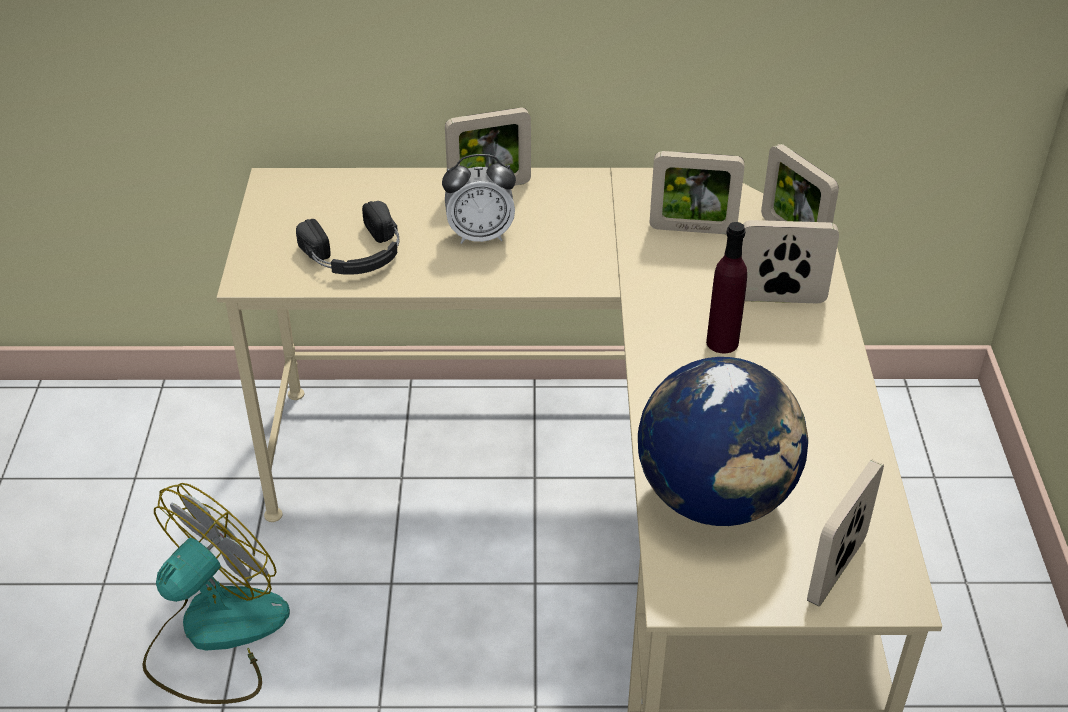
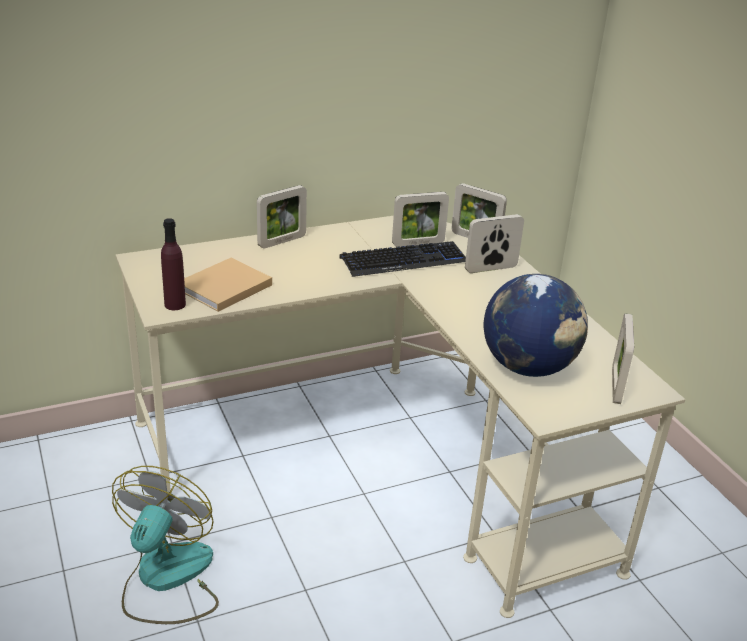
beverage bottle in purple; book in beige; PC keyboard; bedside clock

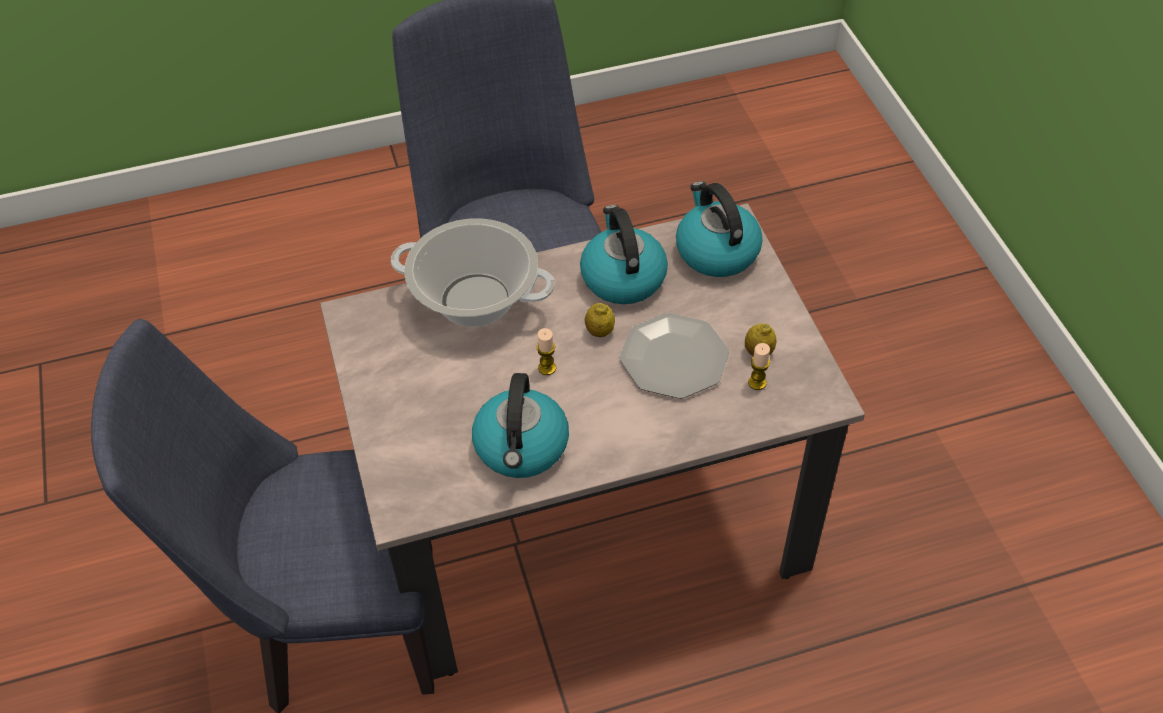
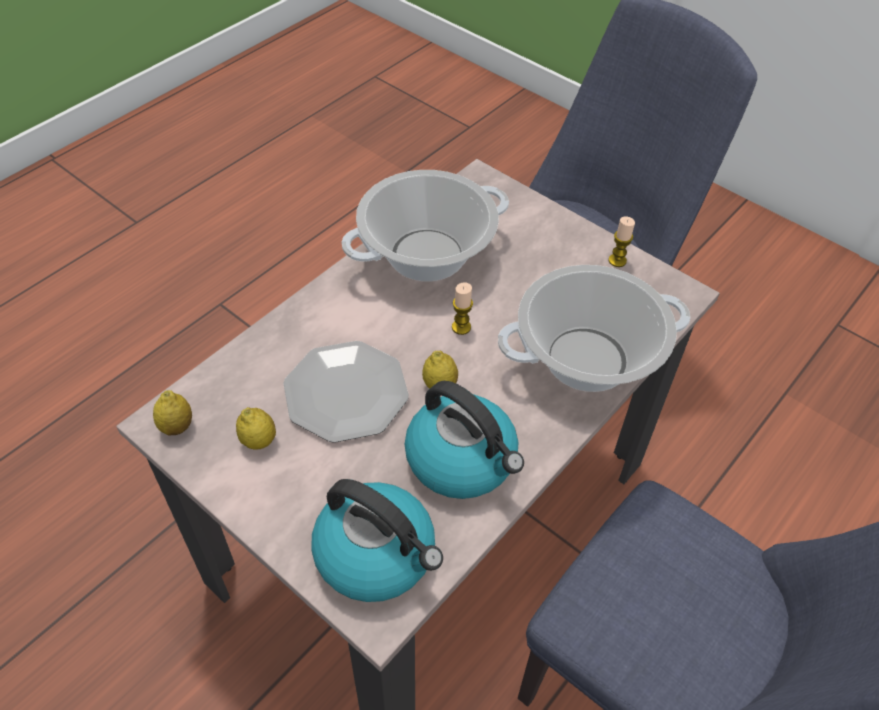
lemon (no. 1 from left); stockpot (no. 1 from left); wax light (no. 2 from left)

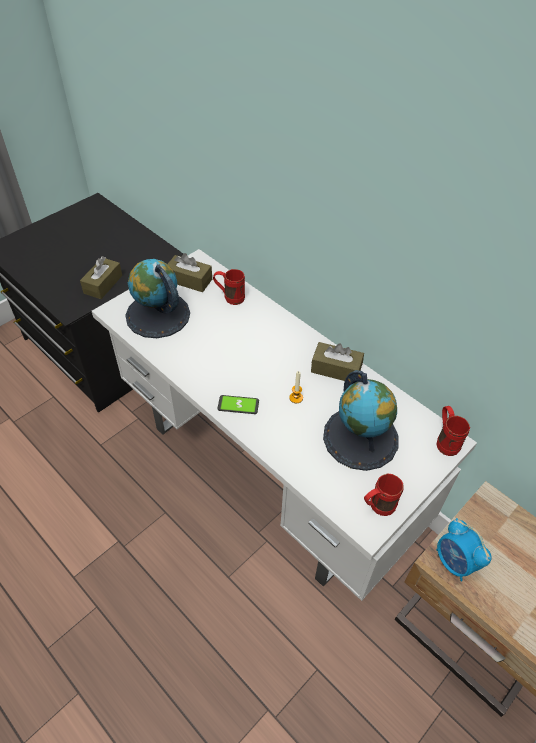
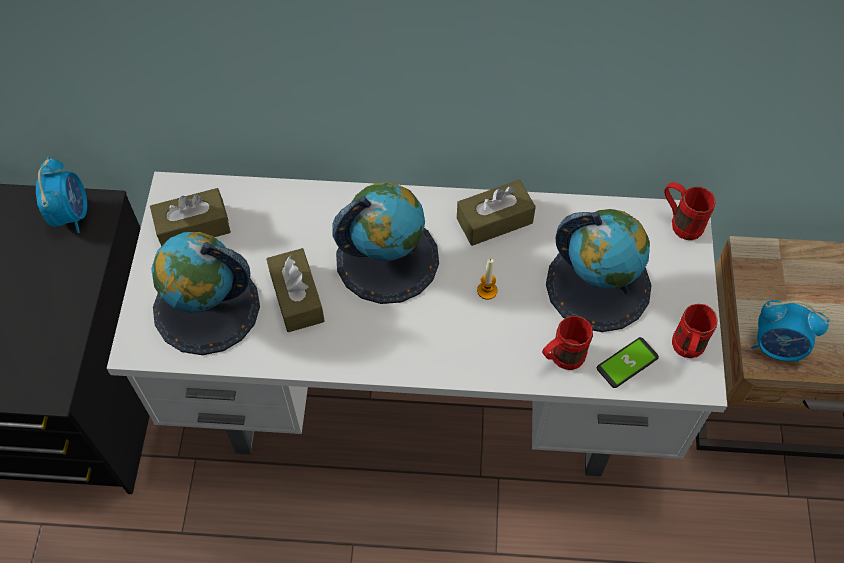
bedside clock (no. 1 from left); tissue holder in brownish (no. 2 from left); globe (no. 2 from left); mug in red (no. 1 from left); handset

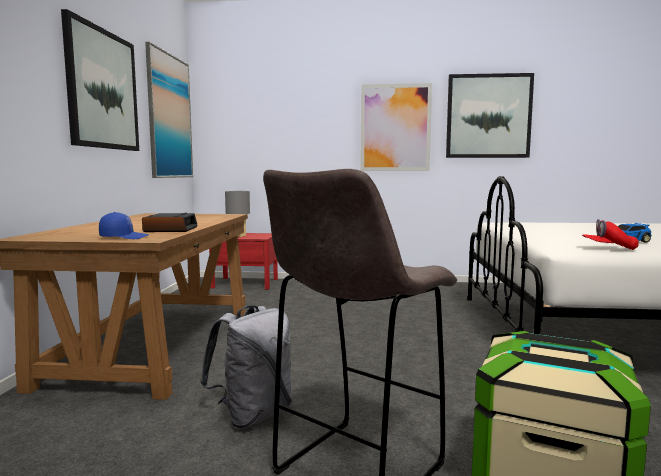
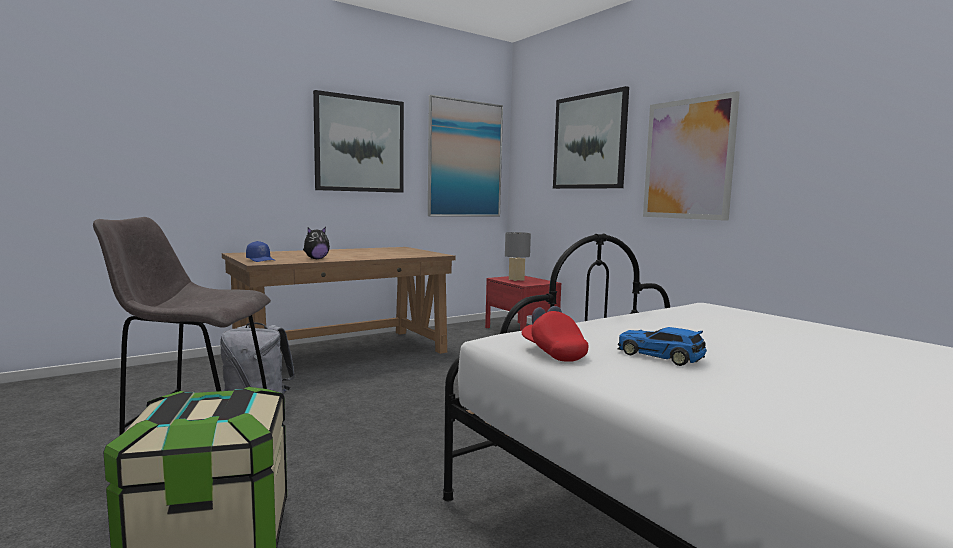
soft toy; picture (no. 3 from left)

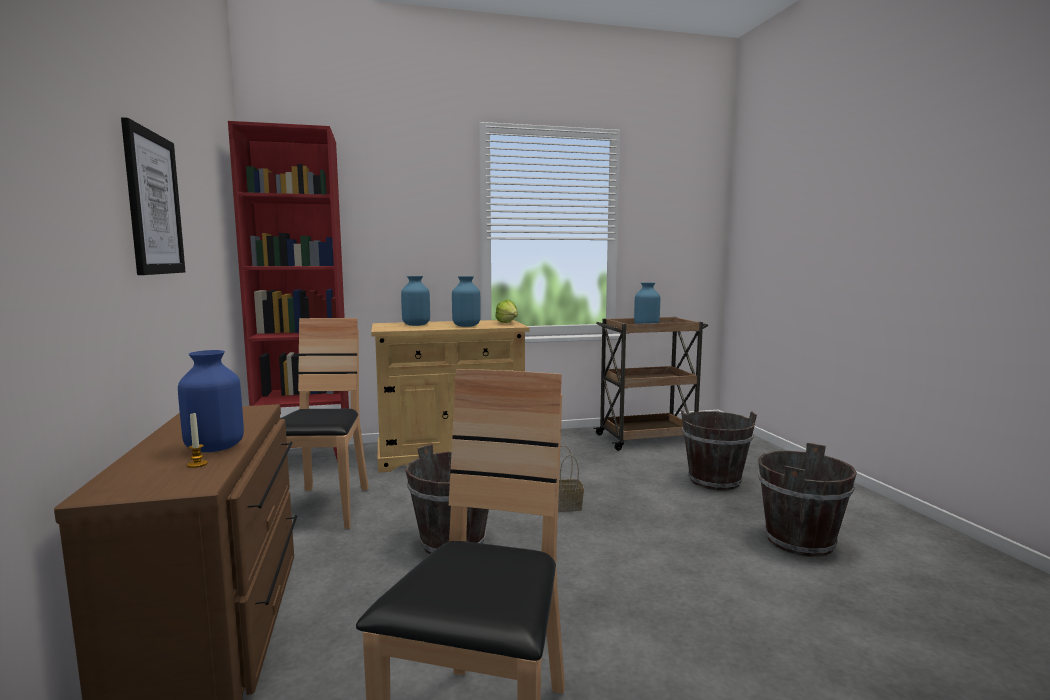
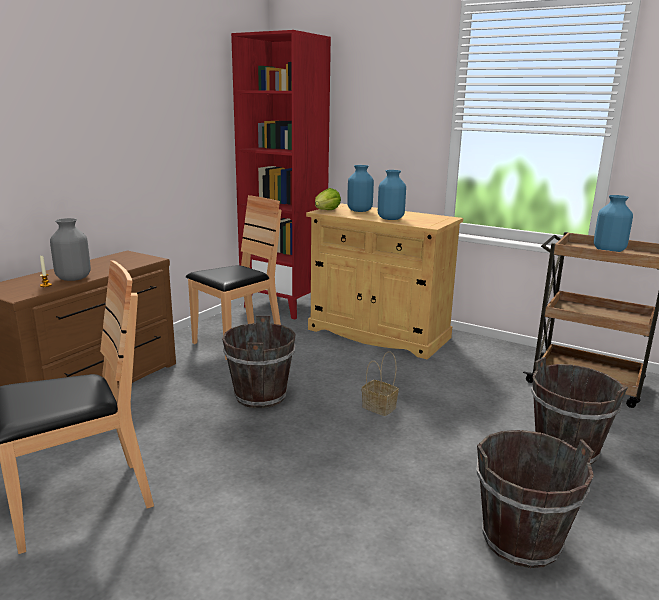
vase in gray; lettuce head; picture

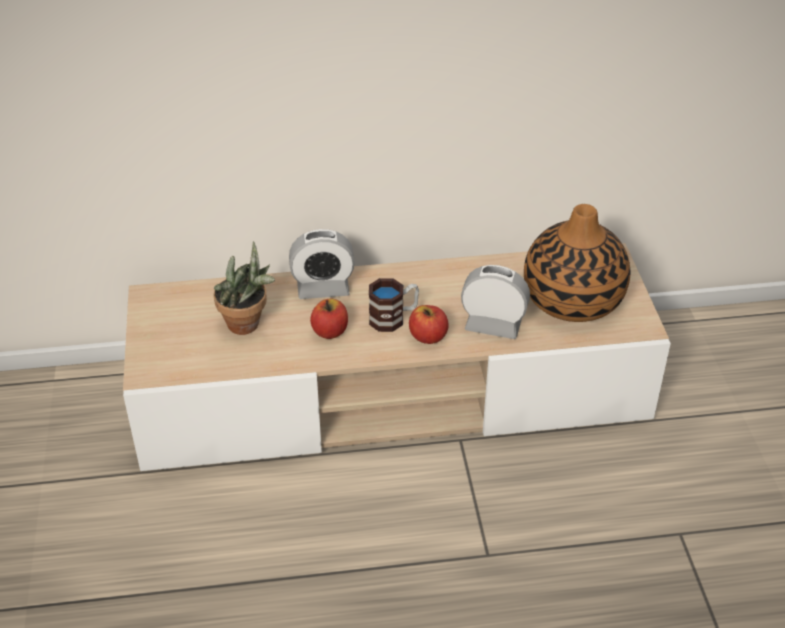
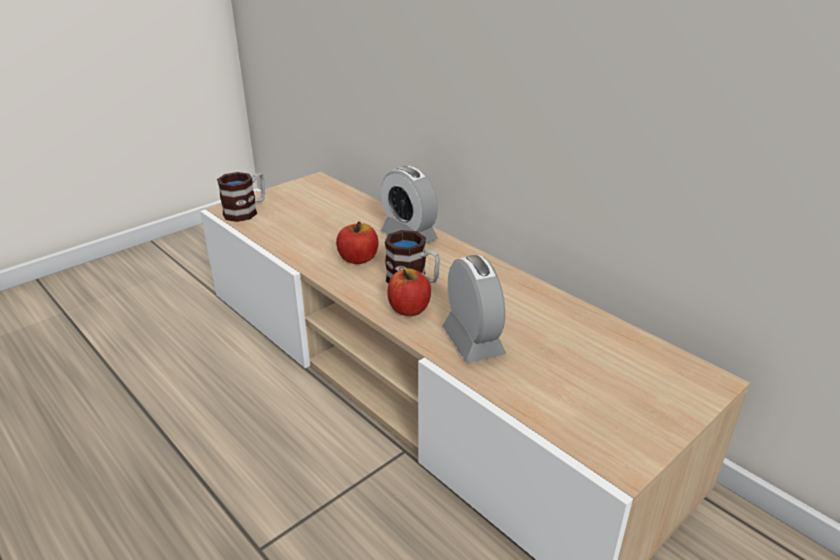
mug (no. 1 from left); houseplant; vase

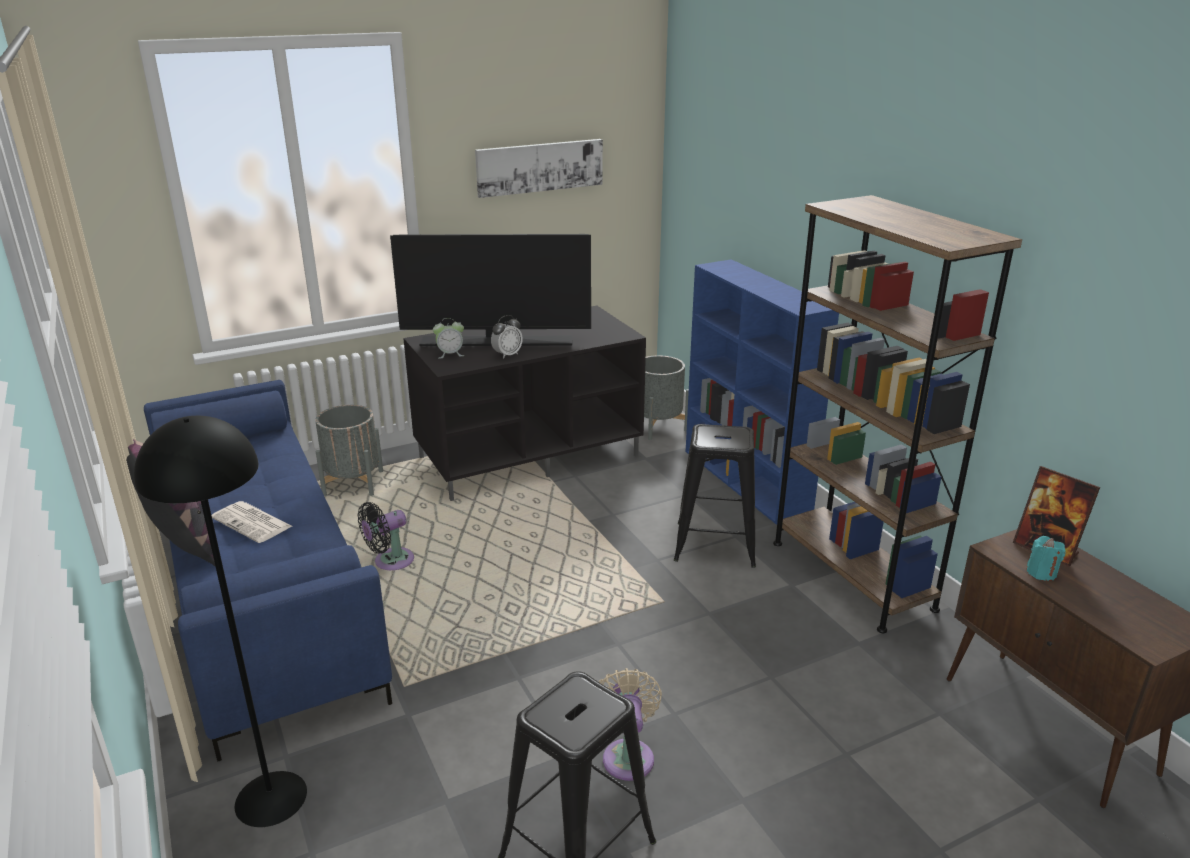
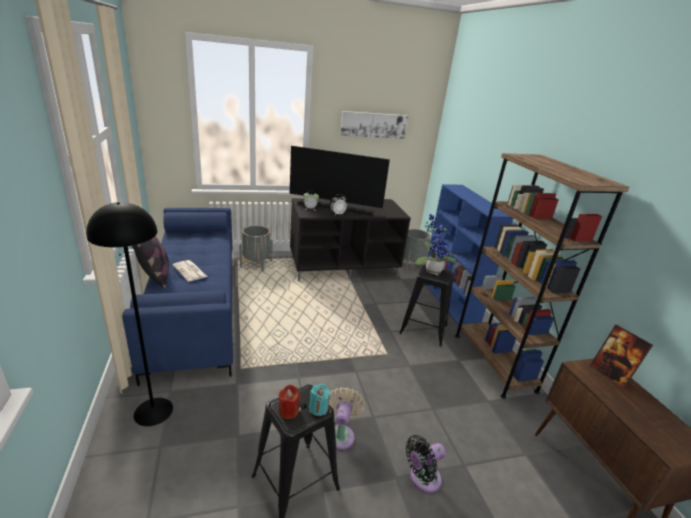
wax light in red; wax light in turquoise; fan in black; houseplant

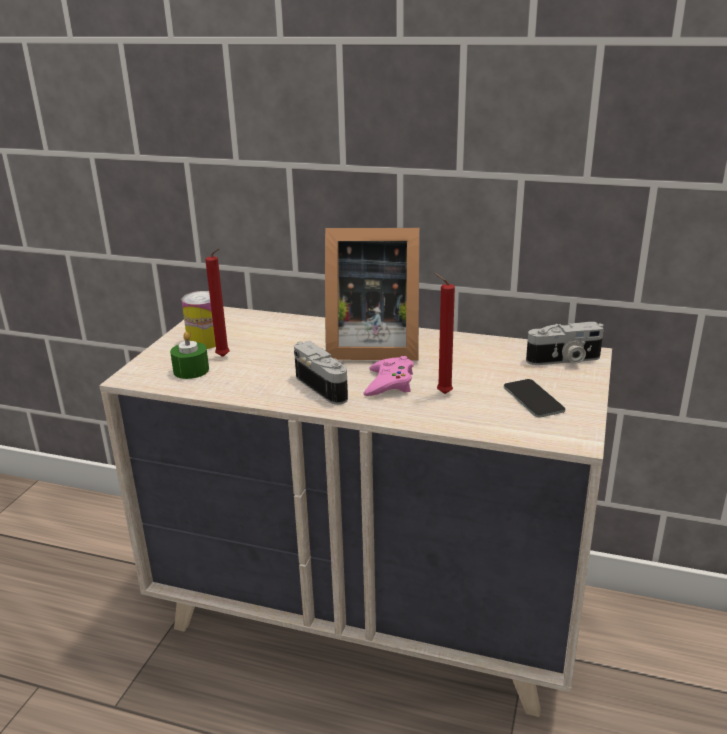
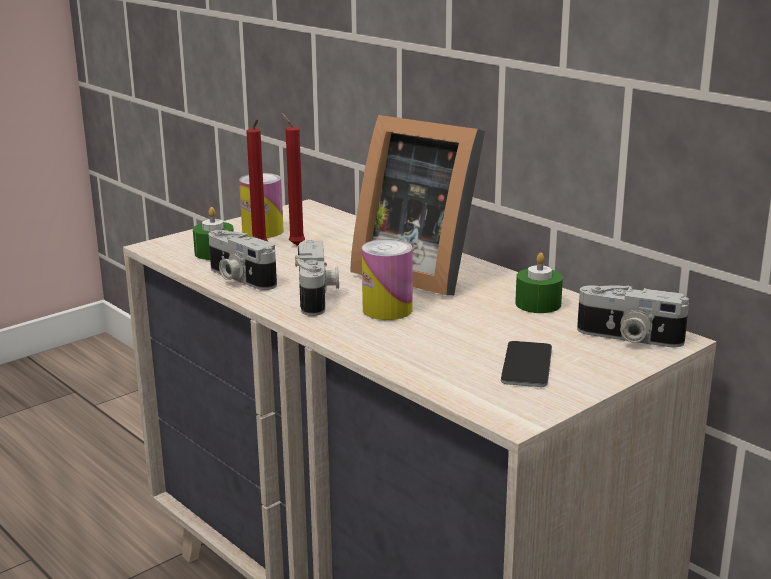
photo camera (no. 1 from left); wax light in red (no. 2 from left); metal can (no. 2 from left); wax light in green-coloured (no. 2 from left)

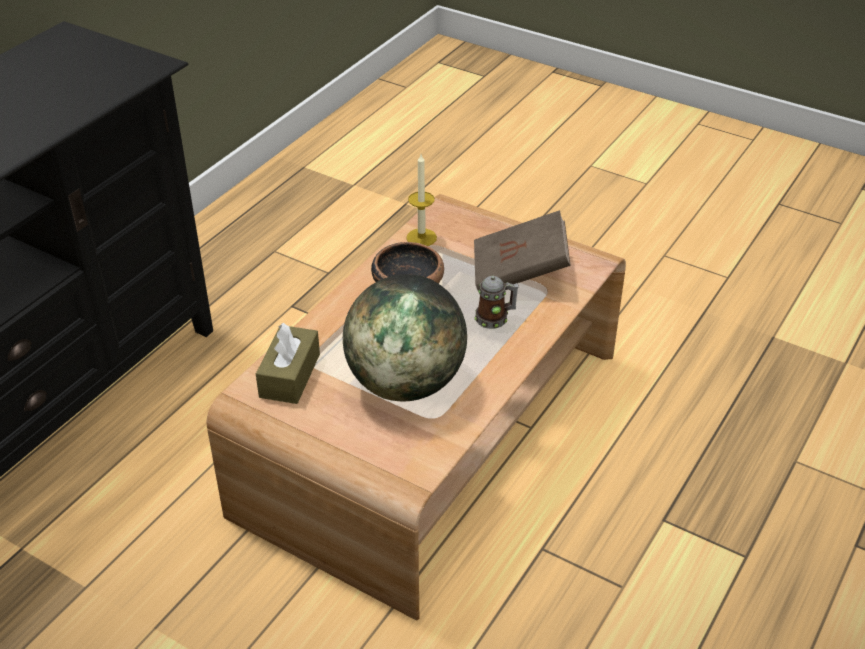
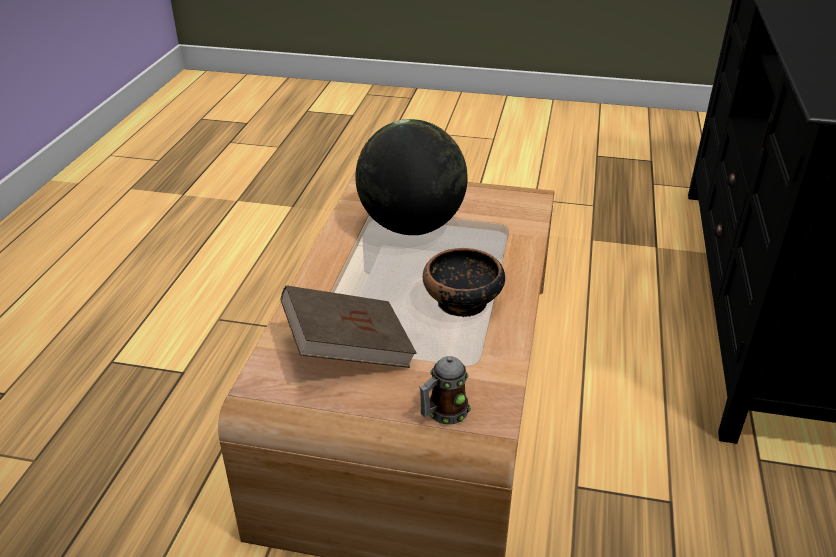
mug; tissue holder in brownish; wax light

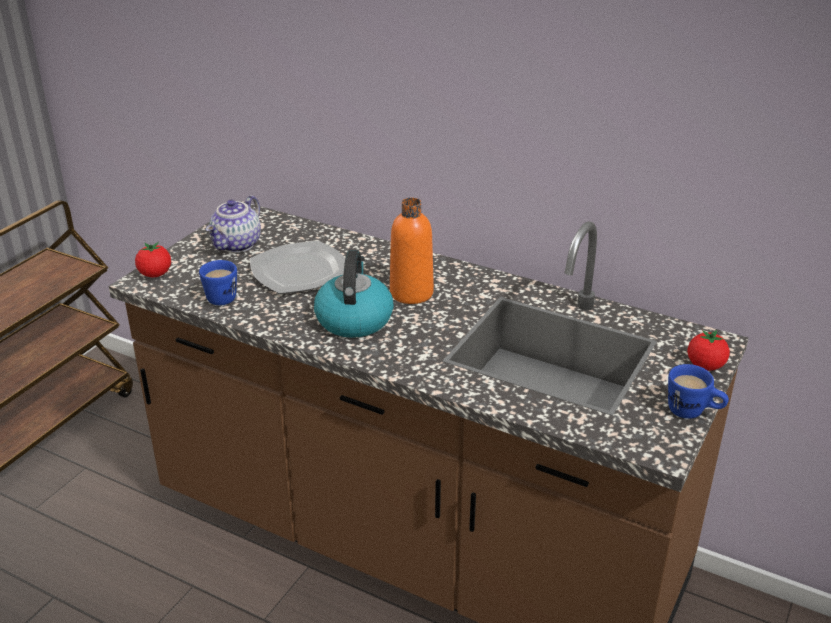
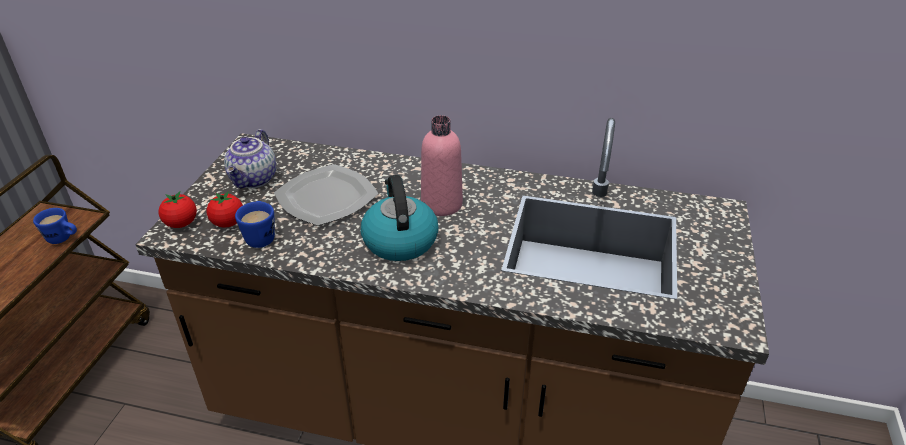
mug in blue-coloured (no. 1 from left); tomato (no. 2 from left); beverage bottle in pinkish

